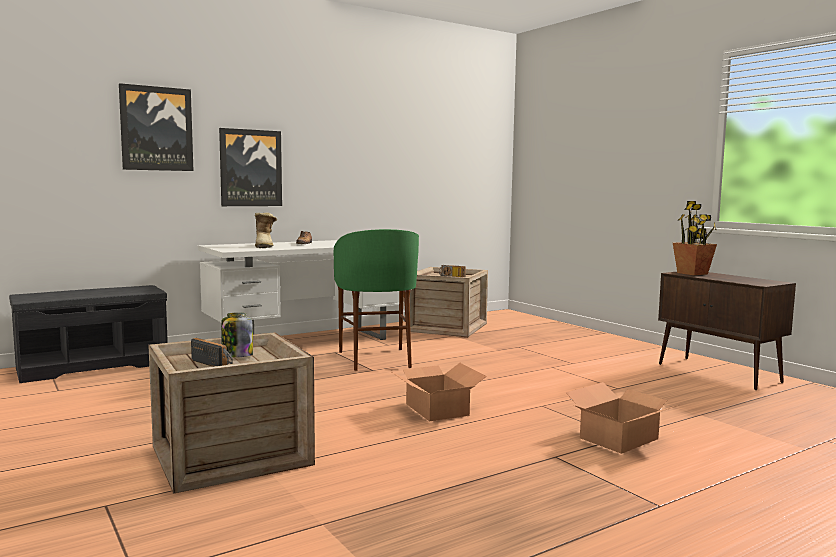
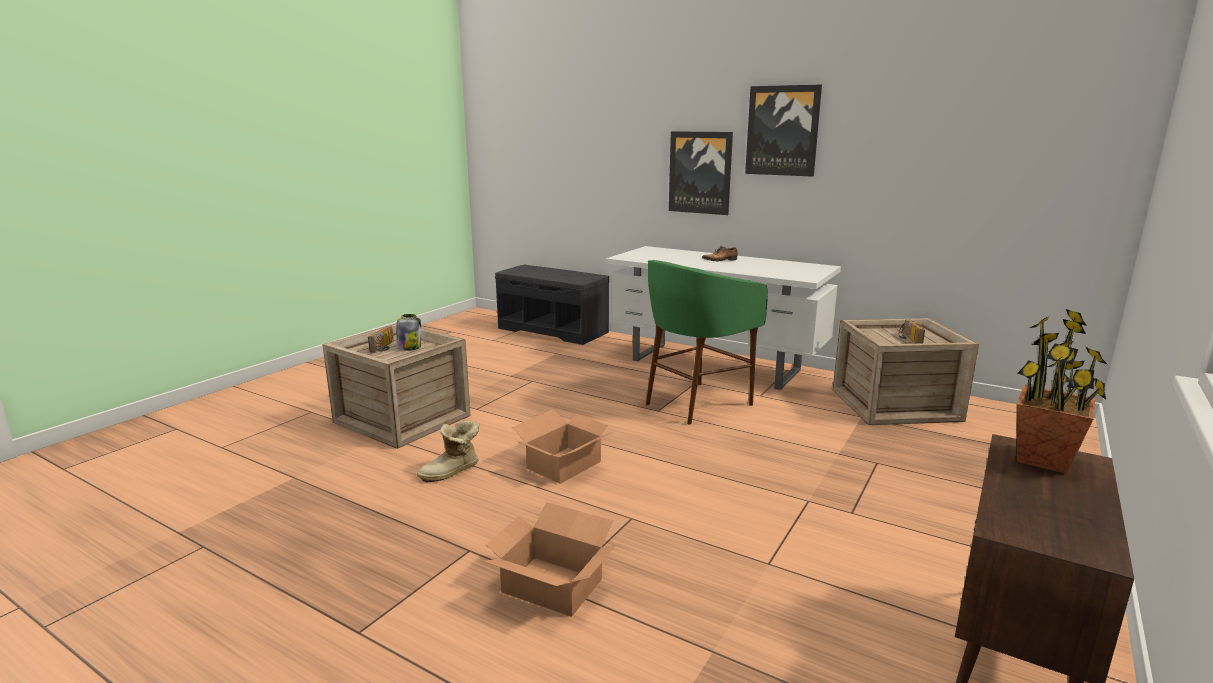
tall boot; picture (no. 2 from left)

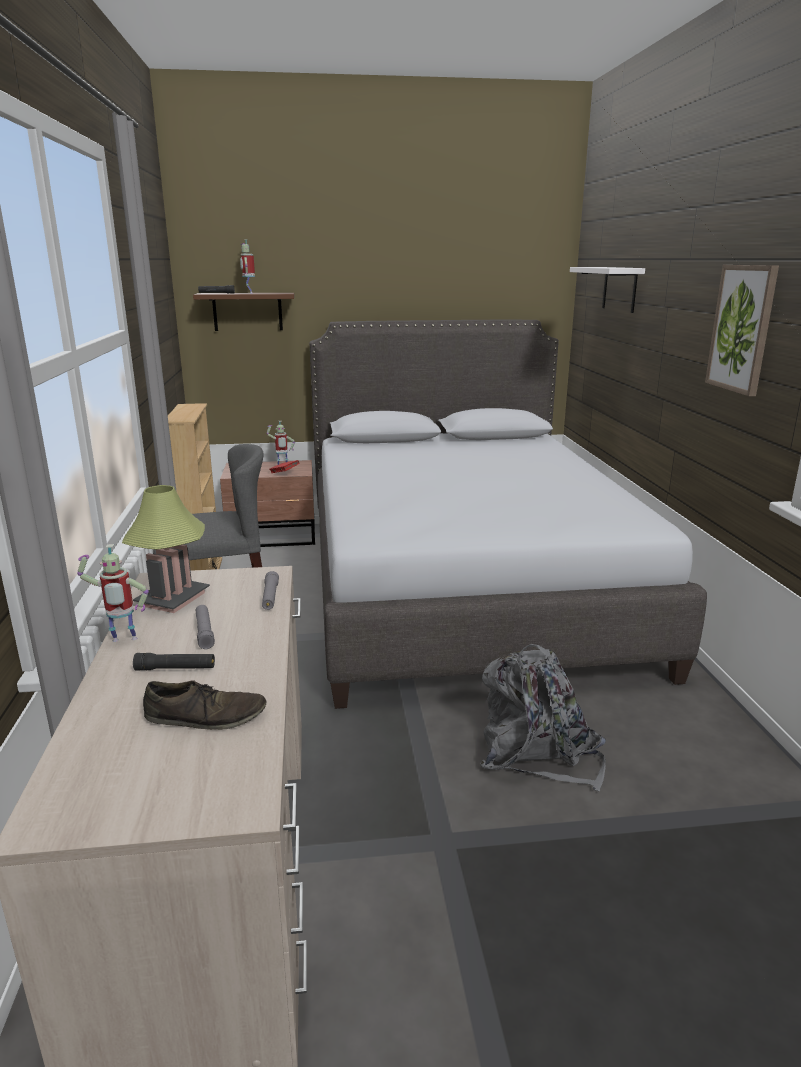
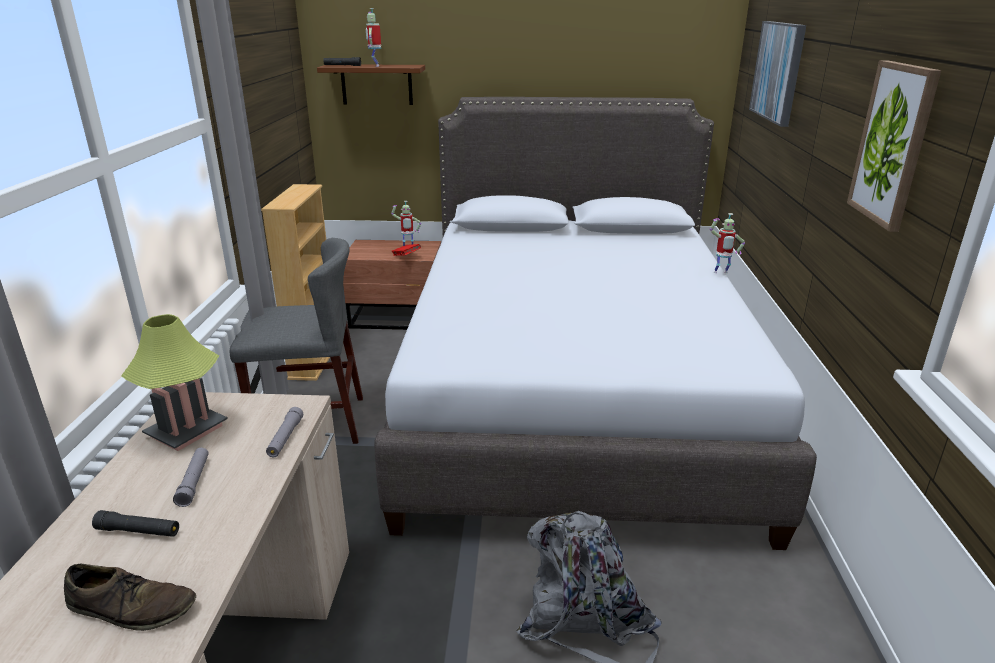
model robot (no. 3 from left); picture (no. 1 from left)

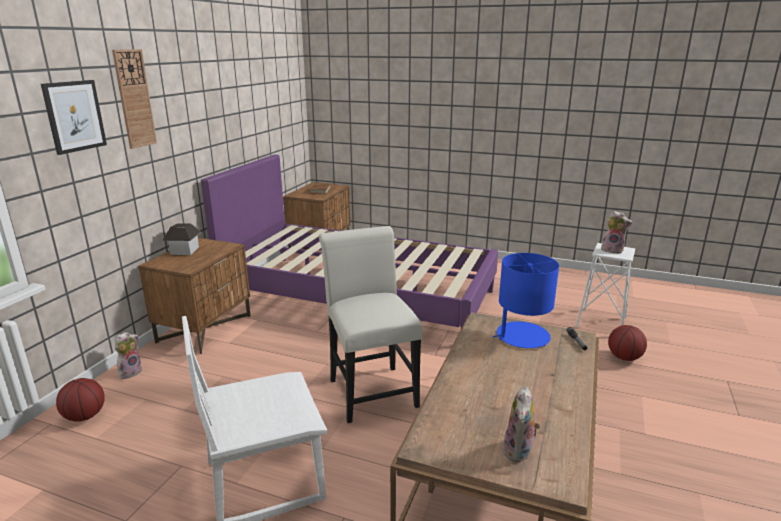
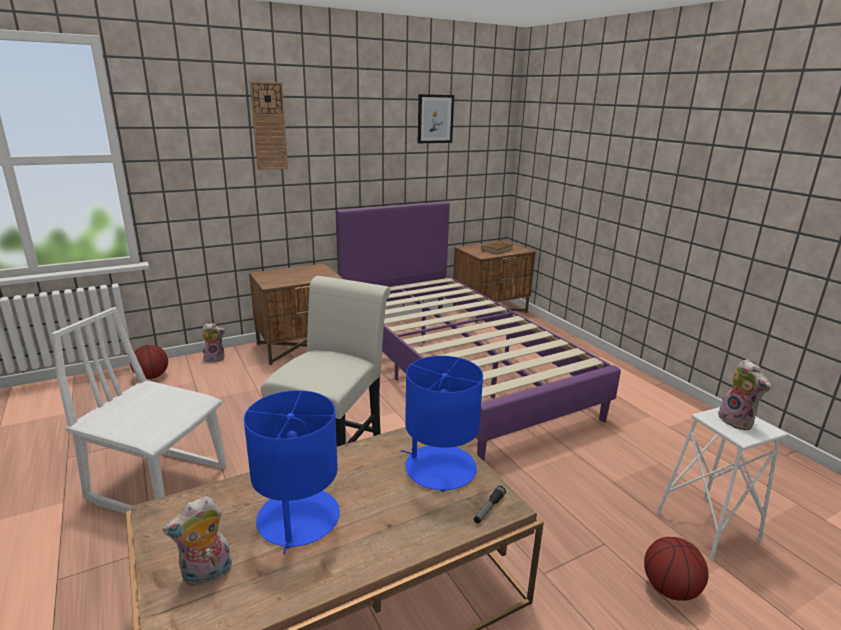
lamp for a table in blue-coloured (no. 1 from left); picture; toy house

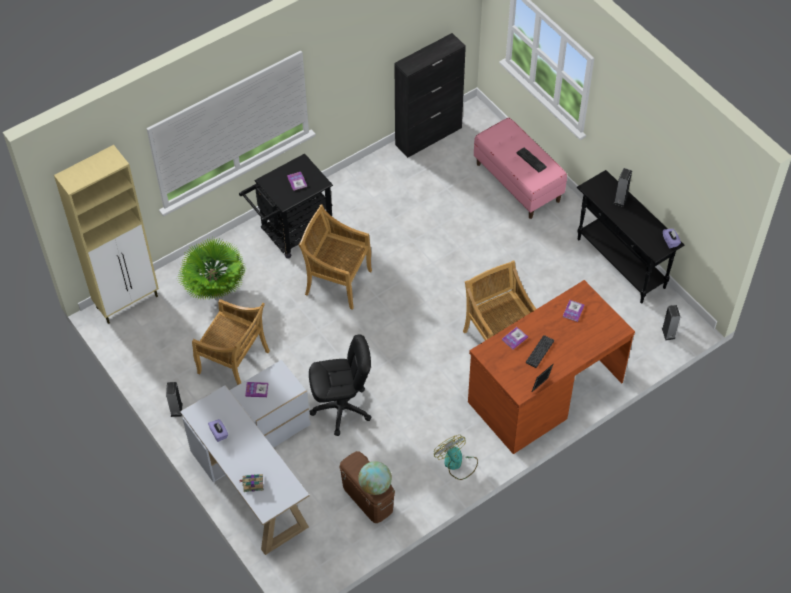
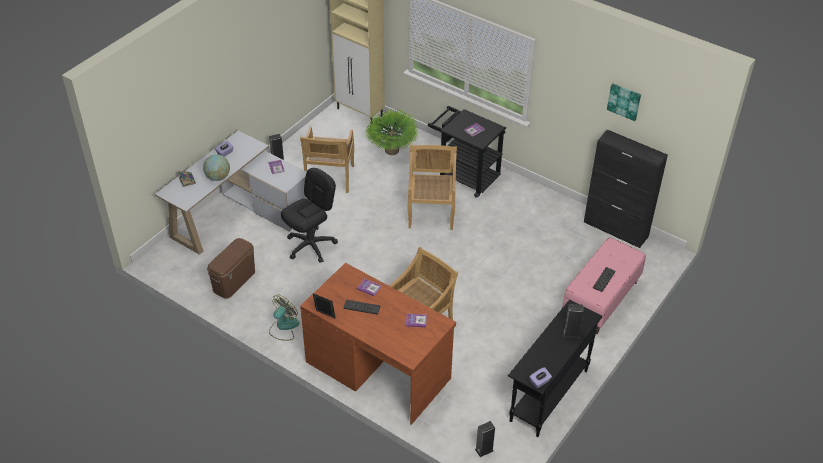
globe; desk chair in black; picture

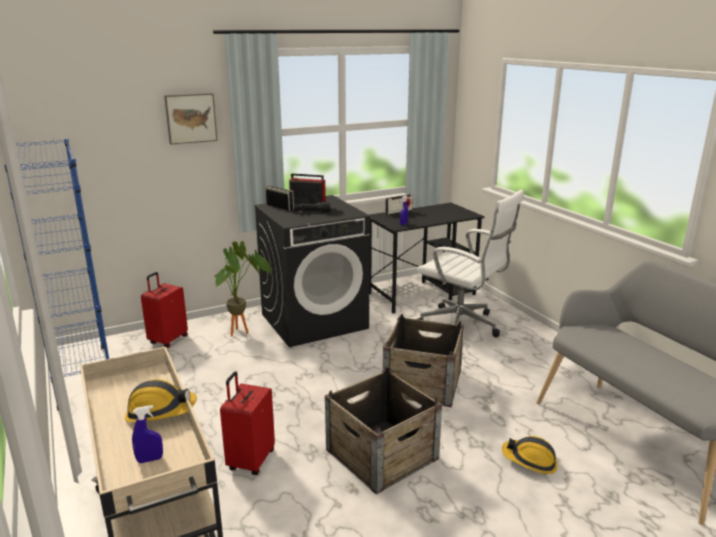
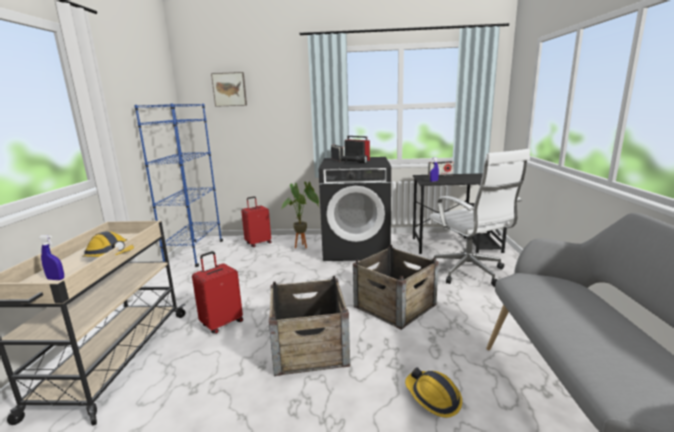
picture

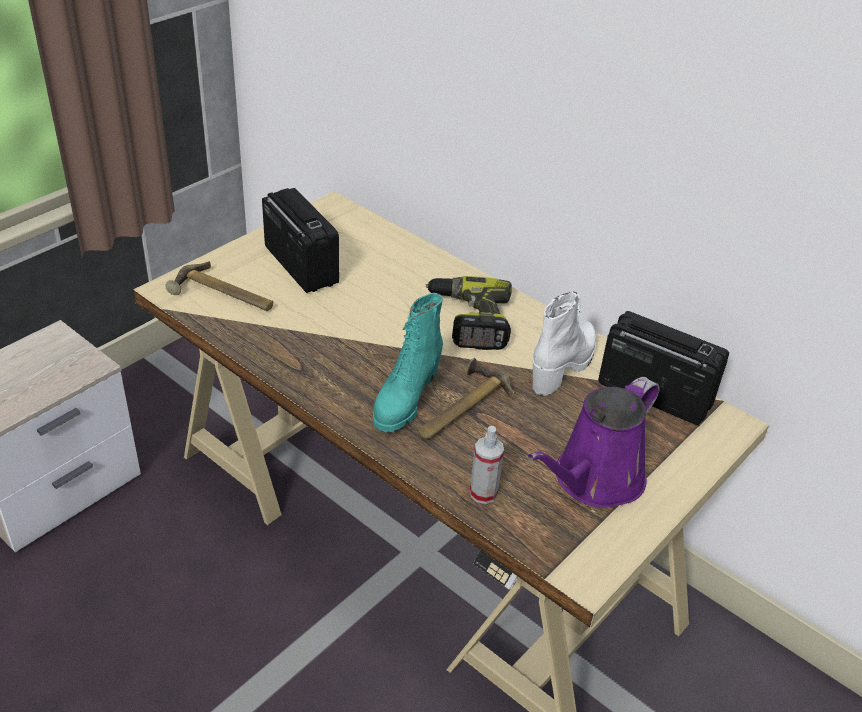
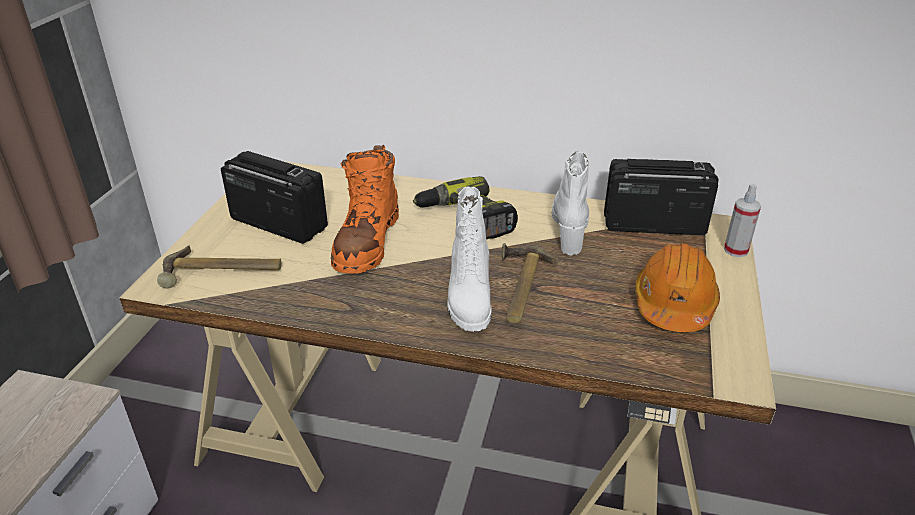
tall boot in orange; tall boot in whitish (no. 1 from left); hard hat in orange; hand sprayer

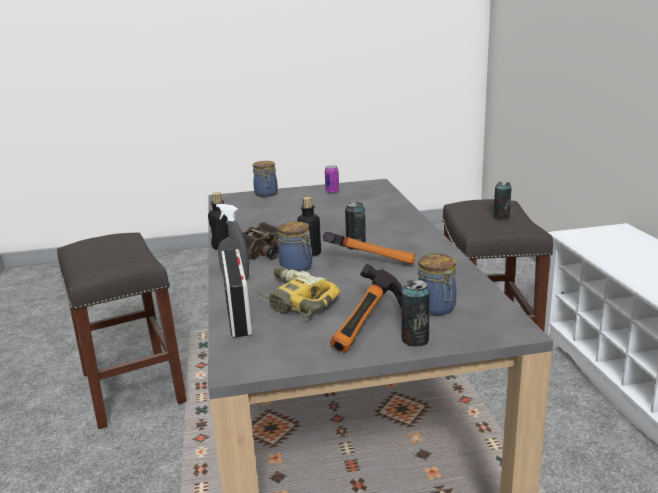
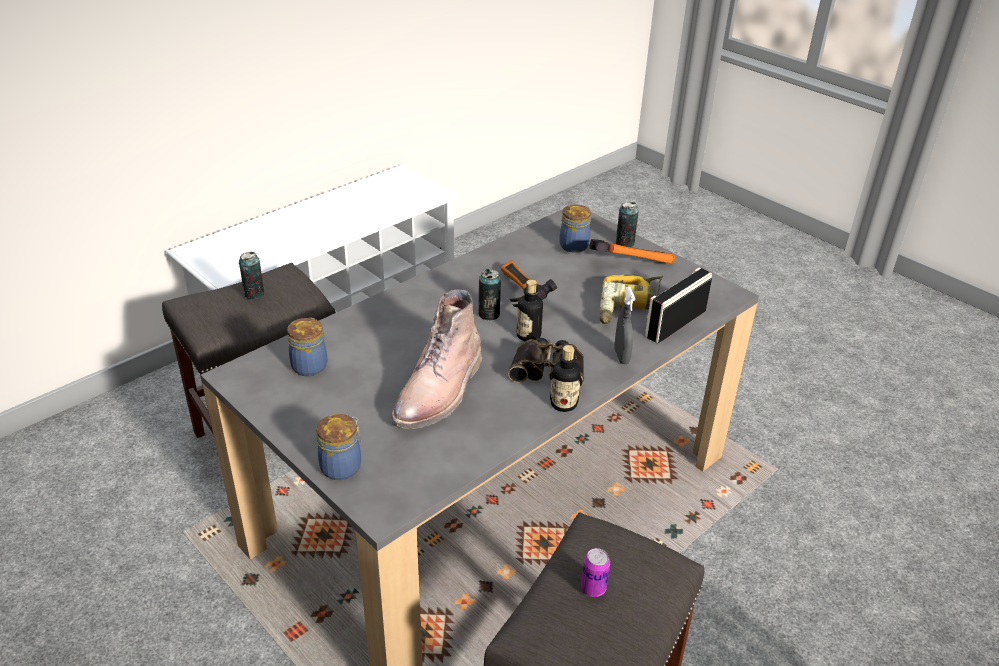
storage jar (no. 1 from left); tall boot in brownish; metal can (no. 3 from left)

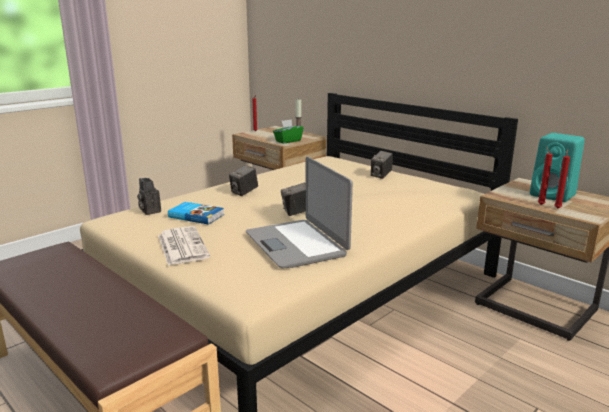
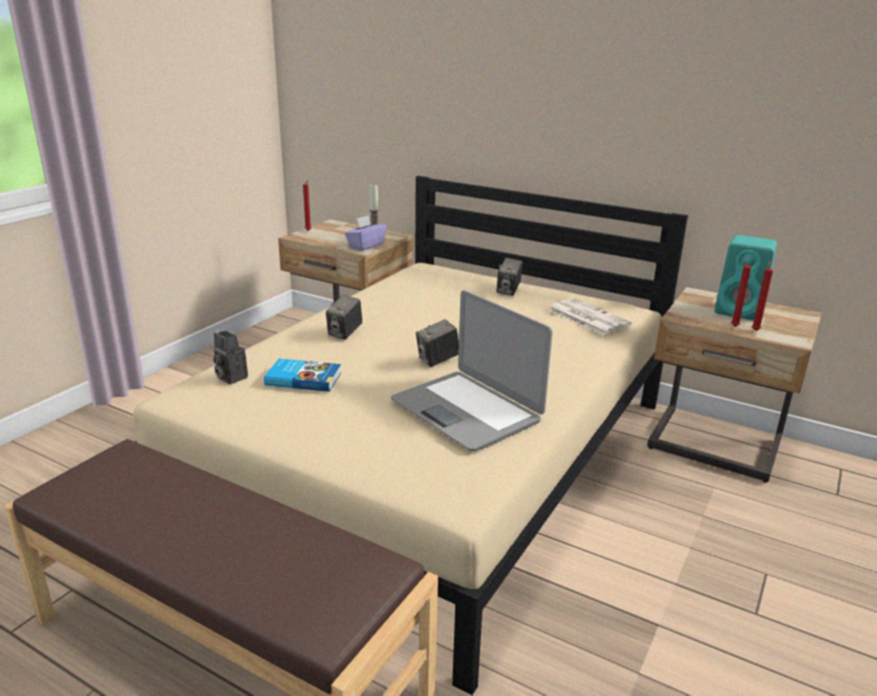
tissue holder in purple; newspaper

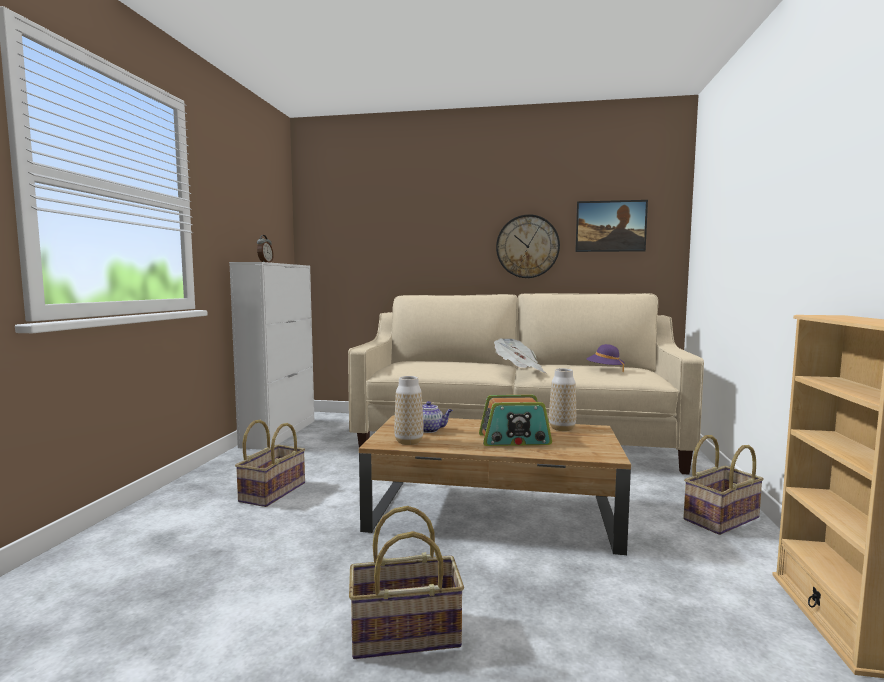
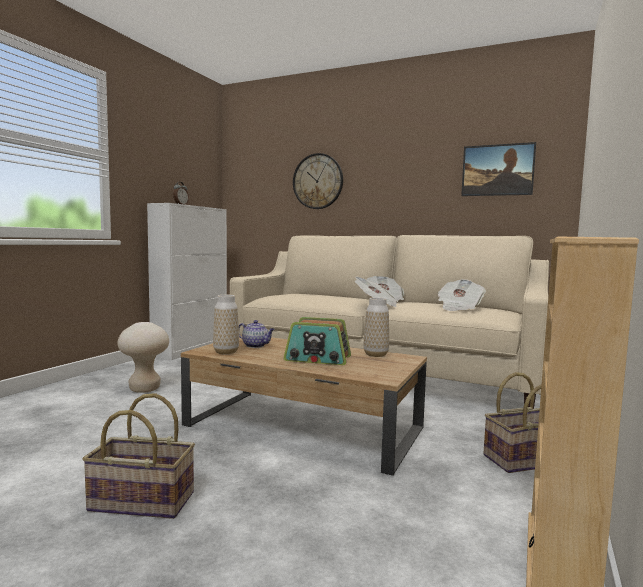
sitting stool in beige; wall clock; newspaper (no. 3 from left)

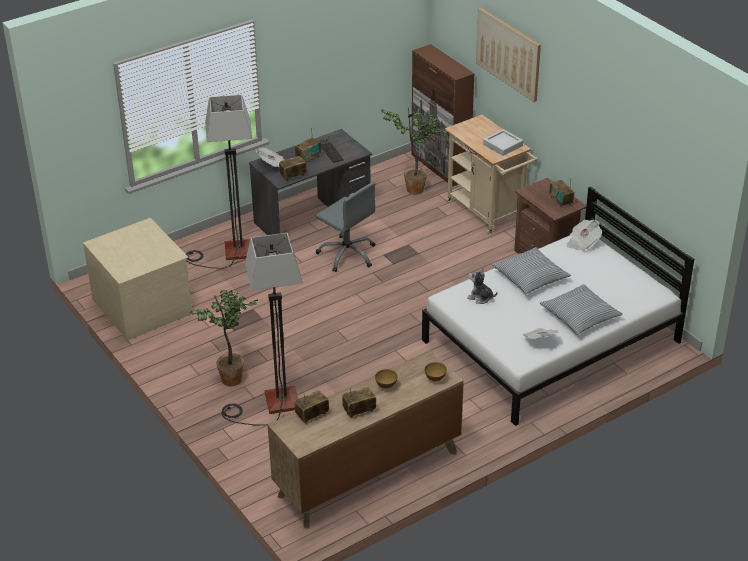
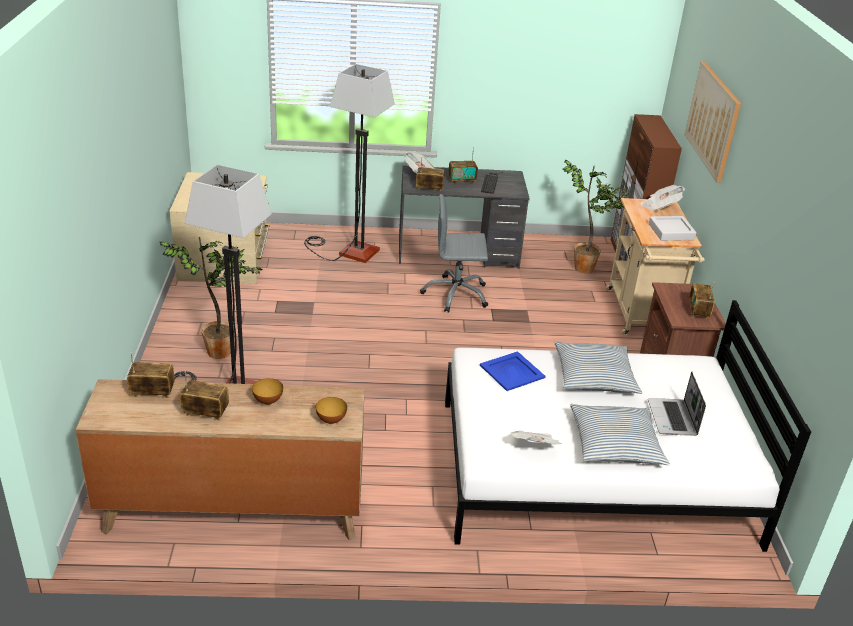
desk chair in gray; carrying tray in blue-coloured; newspaper (no. 3 from left); notebook computer

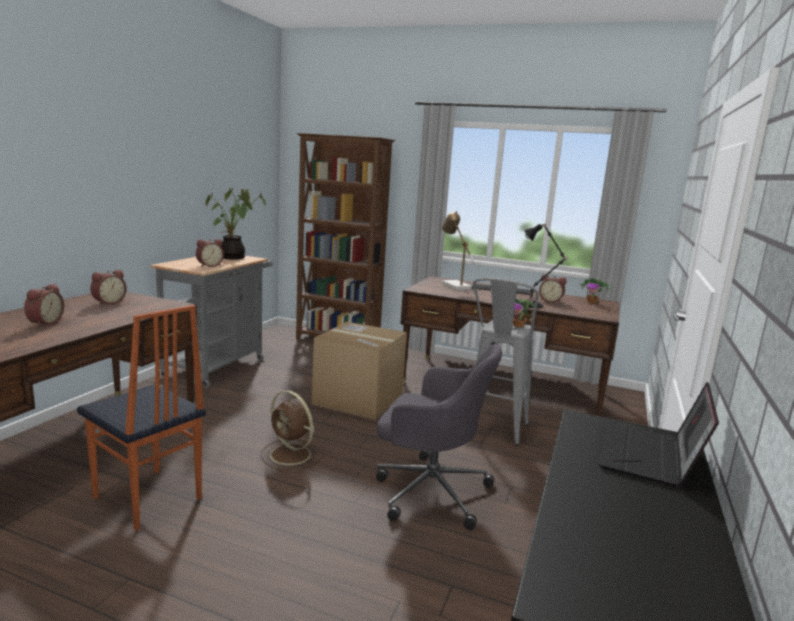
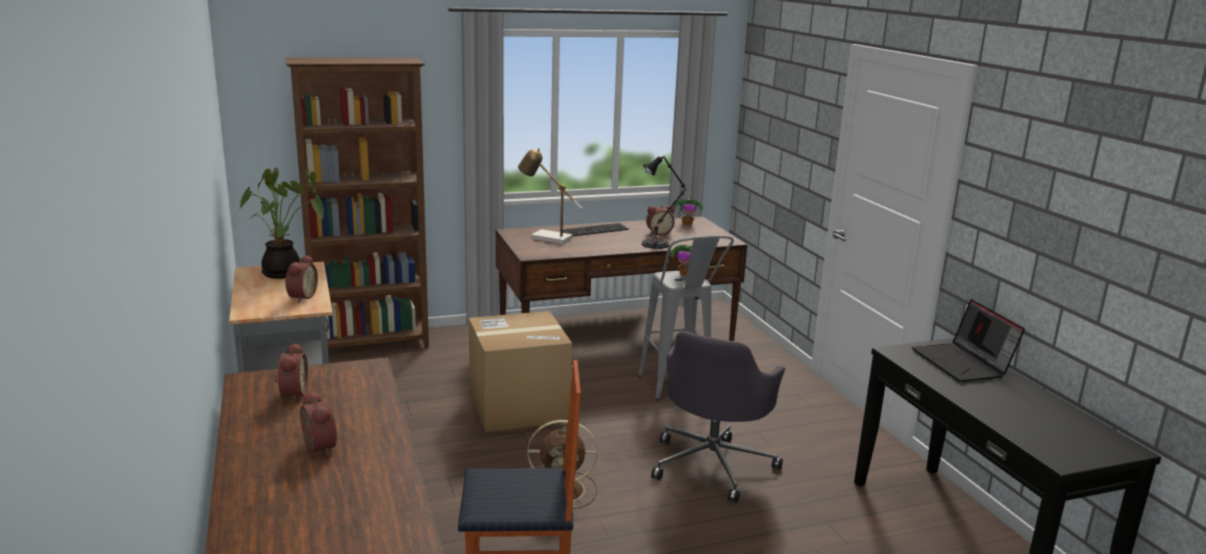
desk chair in gray

